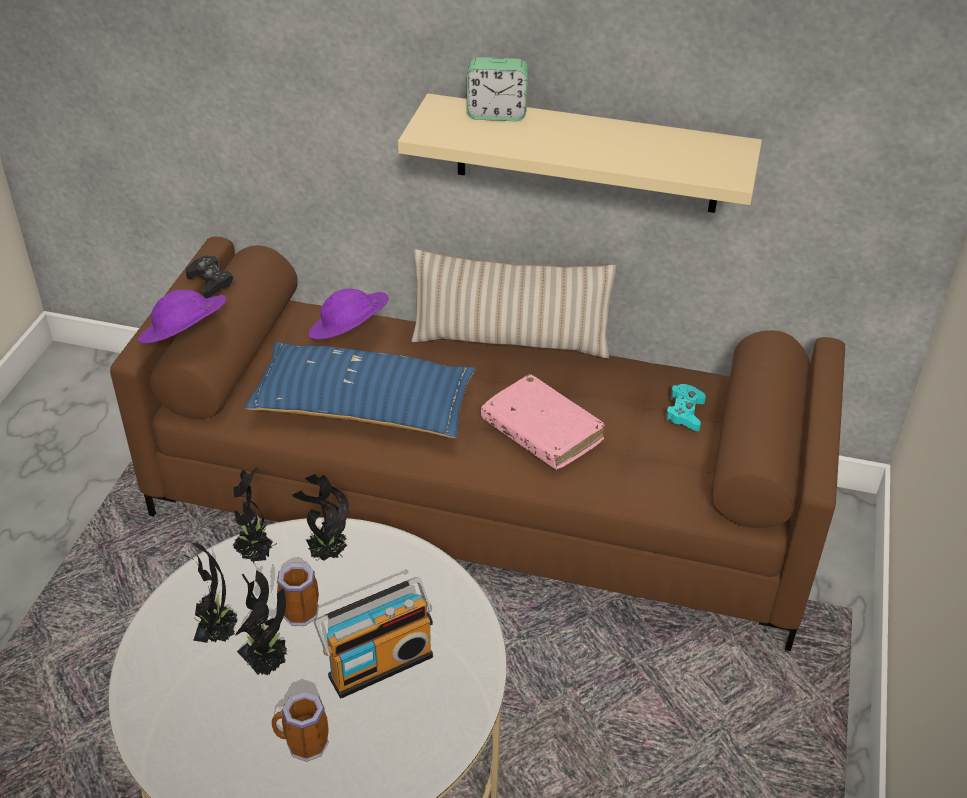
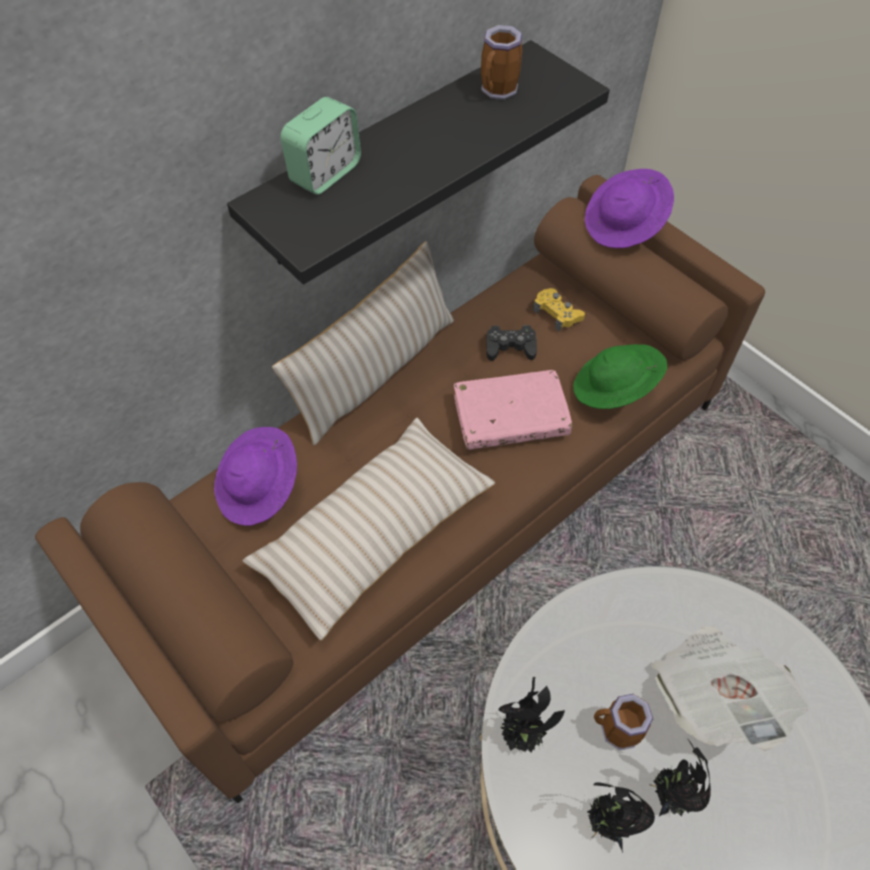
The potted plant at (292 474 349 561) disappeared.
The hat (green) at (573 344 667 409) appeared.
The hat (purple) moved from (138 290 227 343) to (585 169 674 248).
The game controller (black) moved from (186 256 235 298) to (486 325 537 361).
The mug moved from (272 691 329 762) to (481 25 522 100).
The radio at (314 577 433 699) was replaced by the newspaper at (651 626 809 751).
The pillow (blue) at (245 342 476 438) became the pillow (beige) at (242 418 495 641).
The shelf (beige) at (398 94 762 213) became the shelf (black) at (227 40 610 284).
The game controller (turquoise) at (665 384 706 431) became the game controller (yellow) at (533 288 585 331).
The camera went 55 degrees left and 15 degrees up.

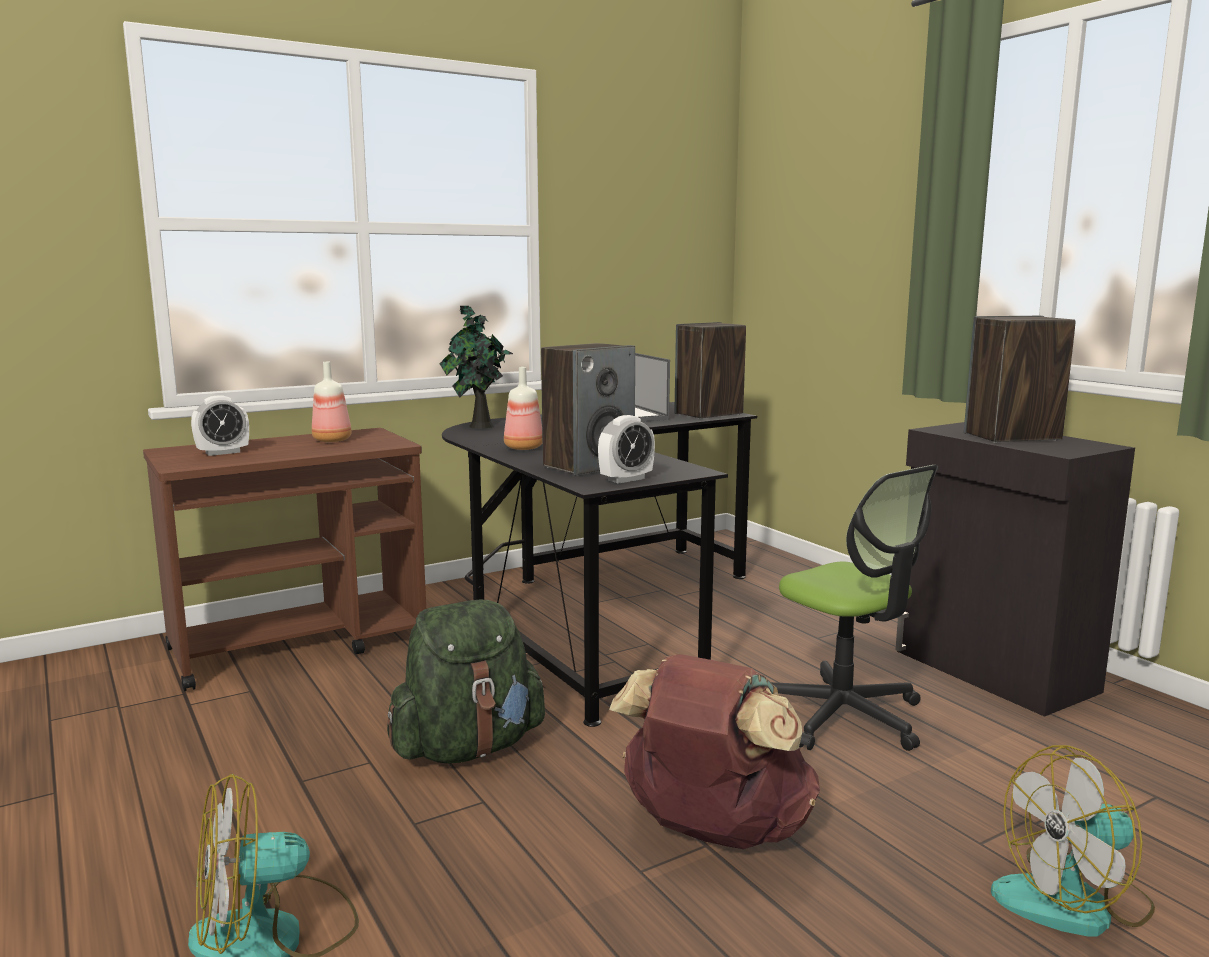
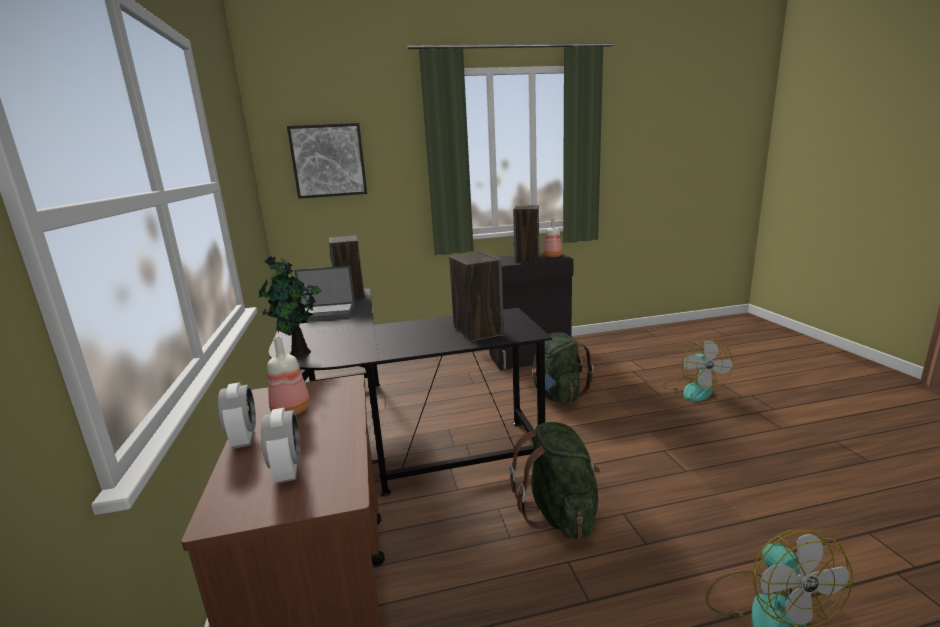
The backpack (brown) at (609 654 820 849) disappeared.
The picture at (287 123 367 199) appeared.
The bottle moved from (504 367 542 450) to (544 218 562 258).
The alarm clock moved from (598 415 655 483) to (218 382 256 449).
The office chair at (771 465 938 751) was replaced by the backpack (green) at (532 332 594 403).
The camera went 70 degrees left and 5 degrees up.

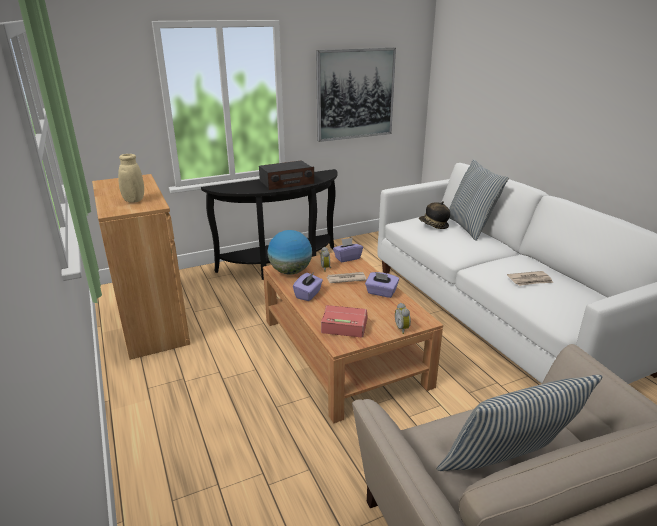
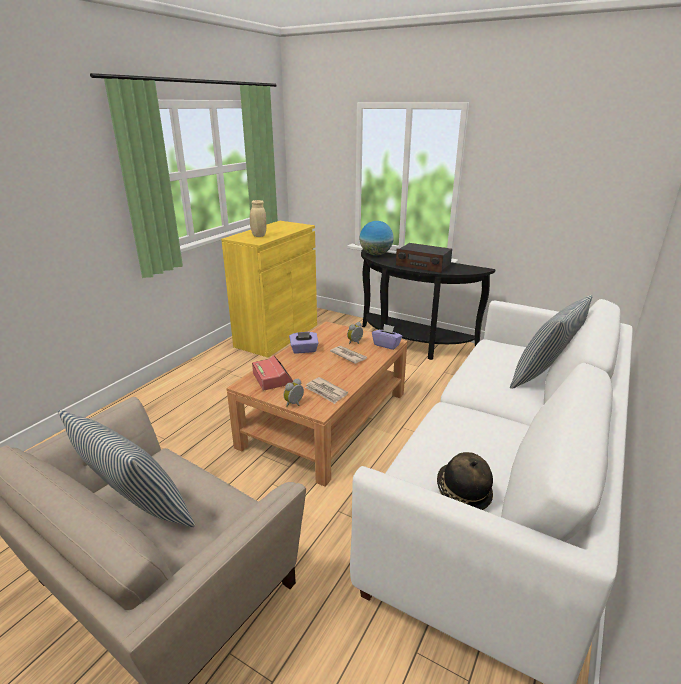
The picture at (316 48 396 142) disappeared.
The tissue box (purple) at (365 272 399 298) disappeared.
The globe moved from (268 230 312 275) to (359 221 394 256).
The hat moved from (419 201 450 229) to (437 452 493 510).
The newspaper moved from (507 271 553 286) to (305 377 348 404).
The cabinet (brown) at (92 174 190 360) became the cabinet (yellow) at (221 221 317 357).
The camera went 55 degrees right and 0 degrees up.

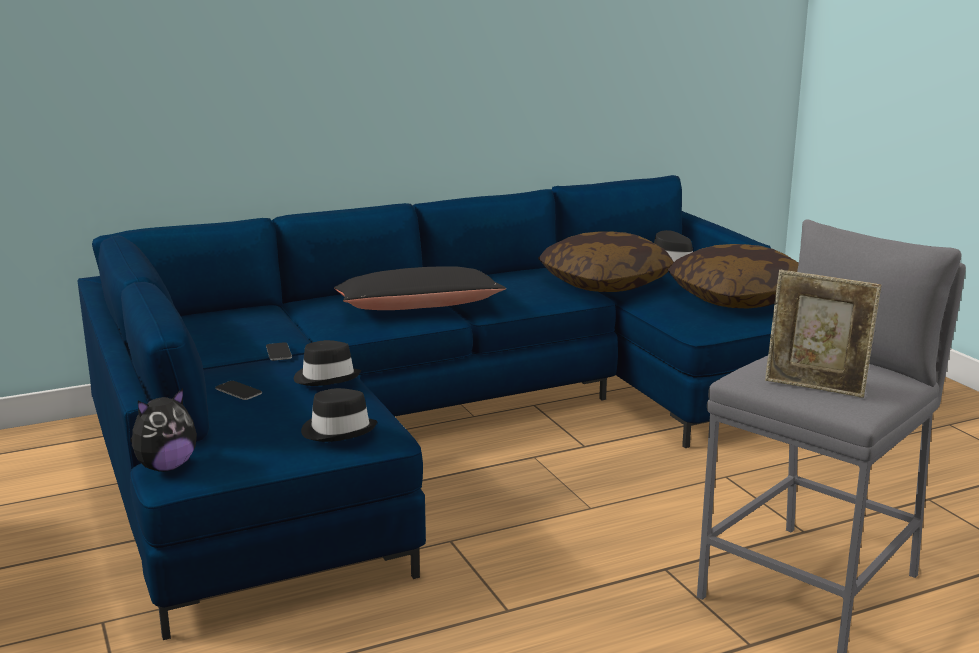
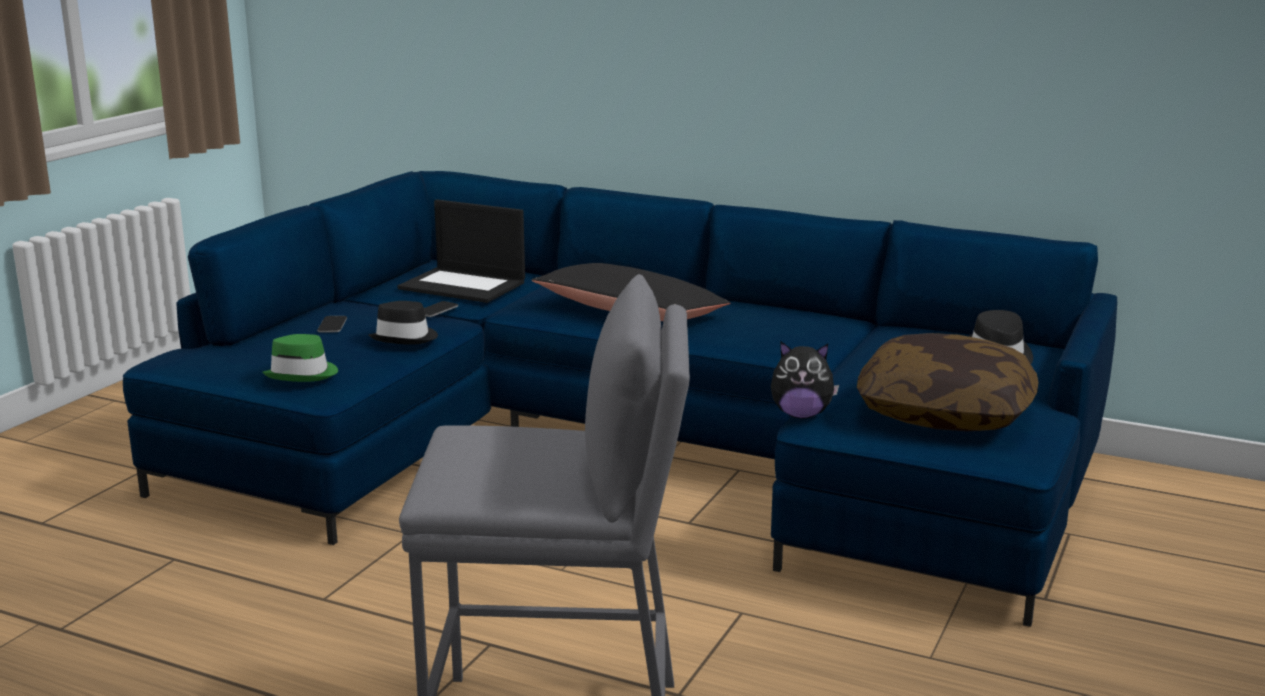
The pillow at (538 231 674 292) disappeared.
The picture frame at (765 270 881 398) disappeared.
The laptop at (397 199 525 303) appeared.
The plush toy moved from (130 388 197 472) to (771 342 839 418).
The hat (black) at (301 388 377 442) became the hat (green) at (262 334 338 382).
The camera went 50 degrees right and 0 degrees up.

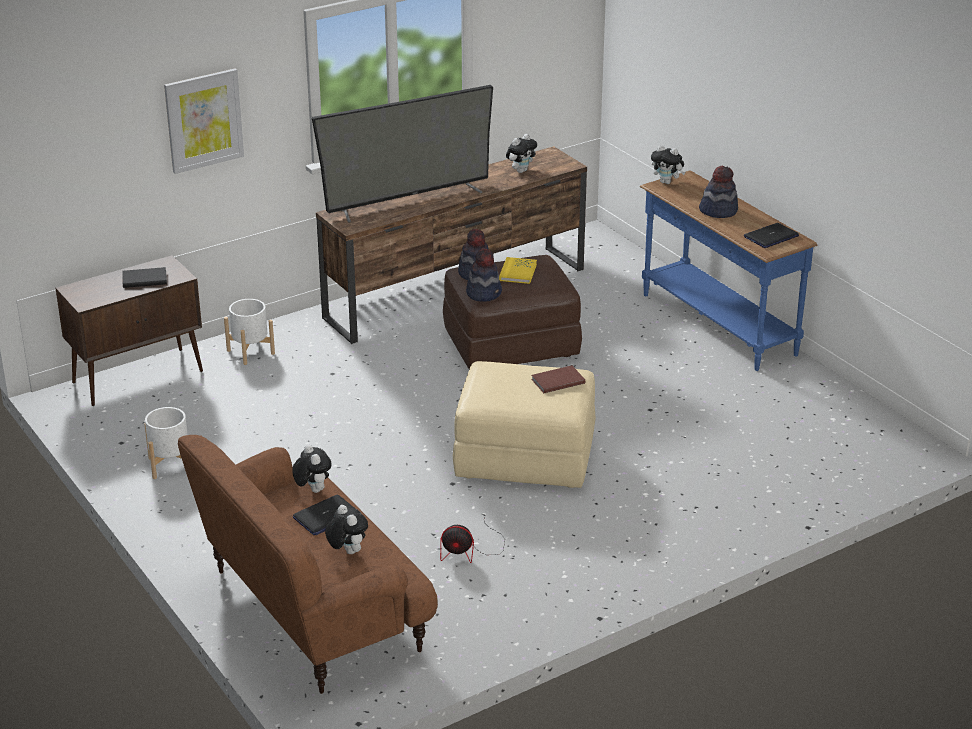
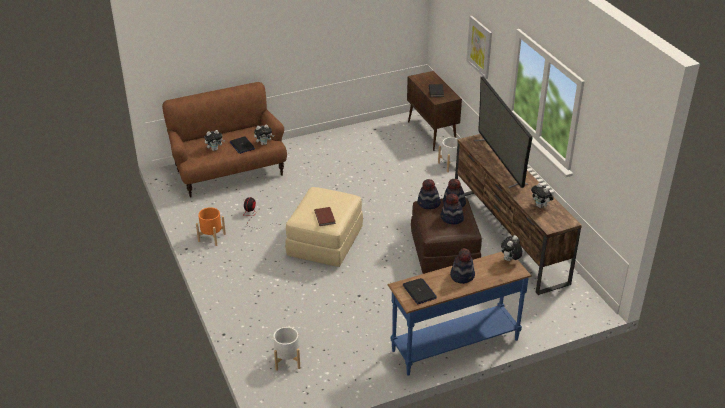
The planter (orange) at (196 207 226 246) appeared.
The planter (white) moved from (144 407 187 479) to (273 327 300 371).
The book (yellow) at (499 257 537 284) was replaced by the hat at (441 193 464 224).
The camera went 100 degrees right and 5 degrees up.

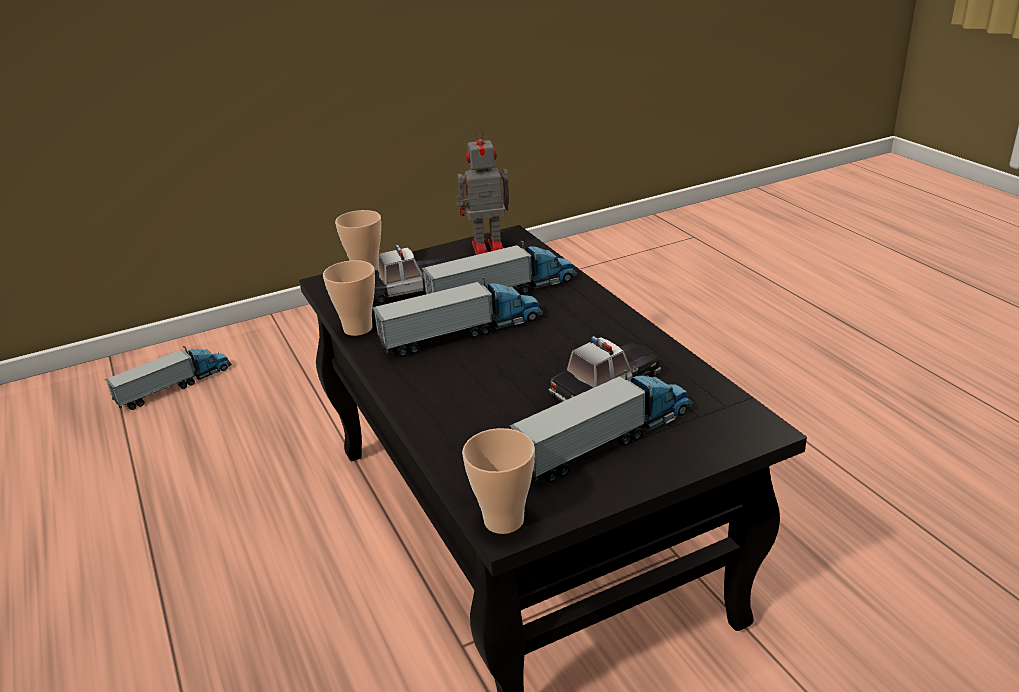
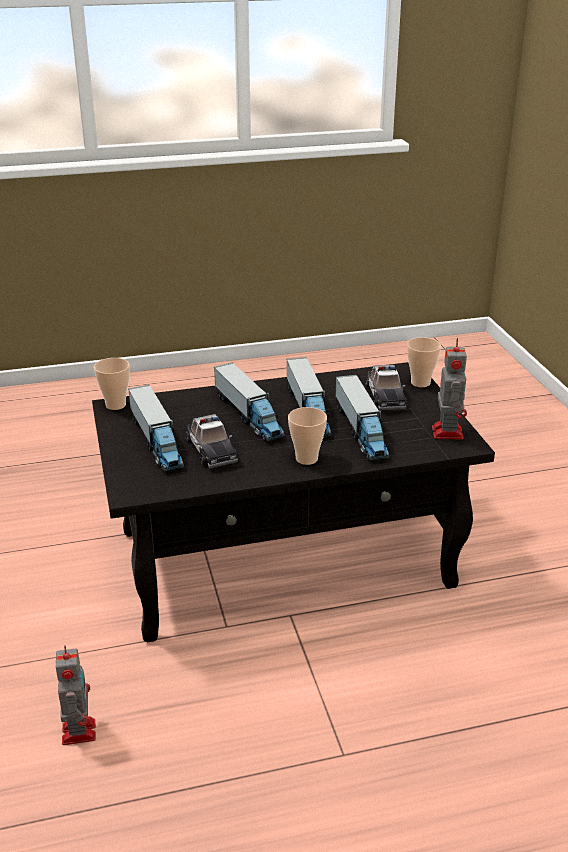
The toy robot at (56 645 96 745) appeared.
The toy truck moved from (105 346 232 410) to (214 363 285 441).
The cup moved from (323 260 375 336) to (288 407 327 465).
The camera went 100 degrees right and 0 degrees up.

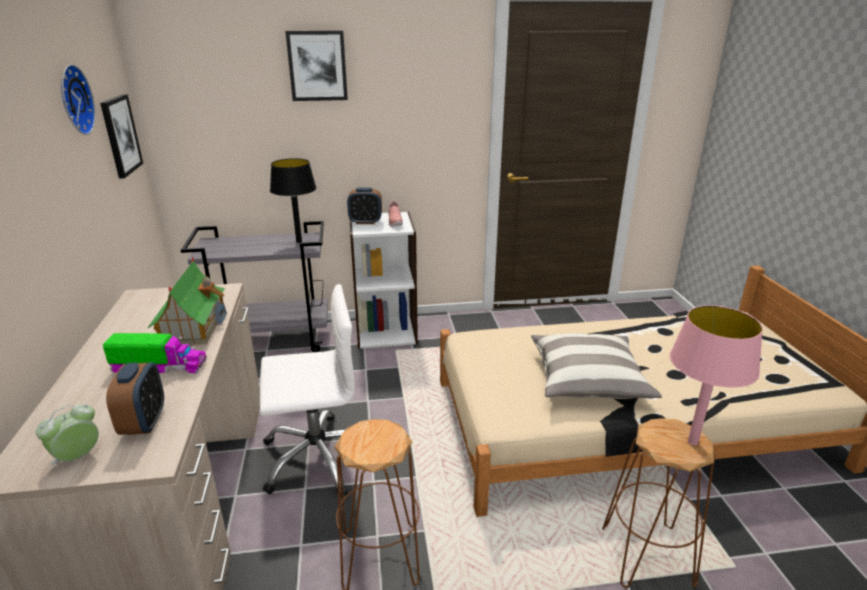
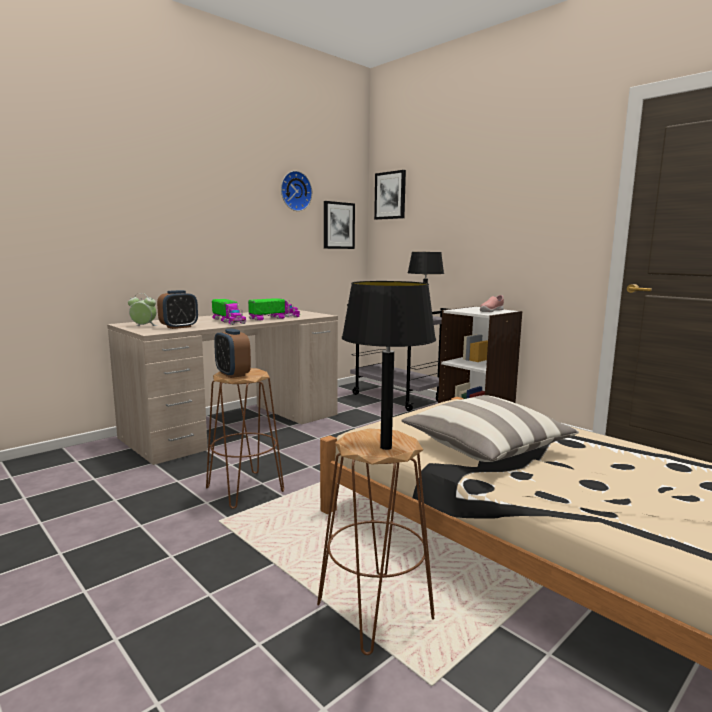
The office chair (white) at (260 284 355 497) disappeared.
The picture moved from (285 31 348 101) to (374 170 406 220).
The alarm clock moved from (347 187 382 224) to (214 328 251 378).
The toy house at (147 256 227 345) was replaced by the toy truck at (248 298 300 321).
The table lamp (pink) at (670 305 763 446) became the table lamp (black) at (342 281 436 450).
The camera went 55 degrees right and 15 degrees down.

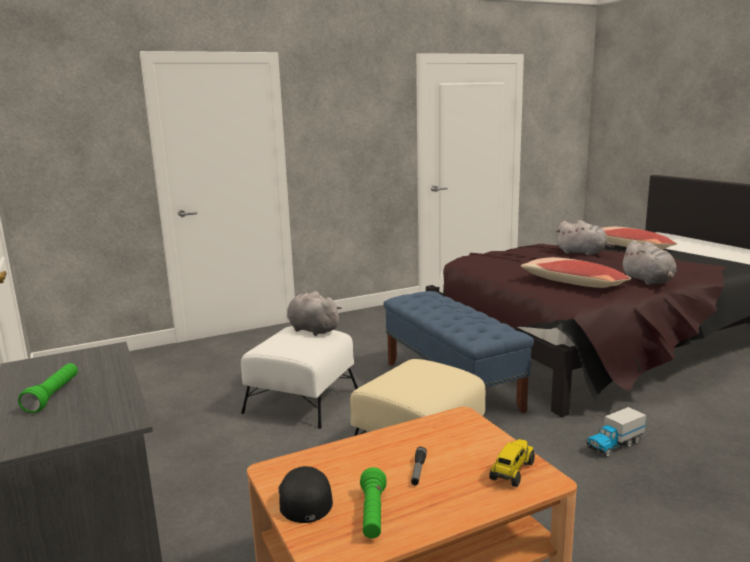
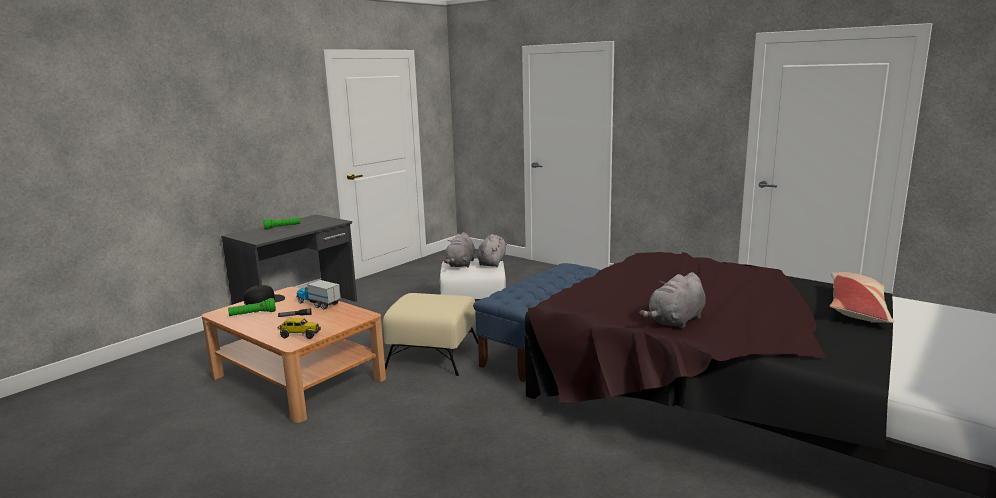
The pillow at (521 257 631 288) disappeared.
The plush toy (grey) moved from (556 220 615 255) to (444 232 475 267).
The toy truck moved from (587 407 646 457) to (296 280 341 309).
The camera went 65 degrees right and 0 degrees up.

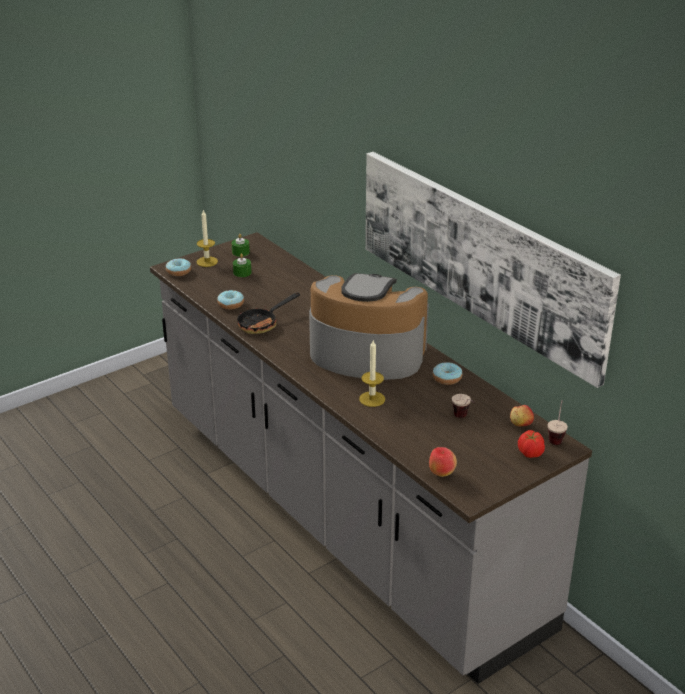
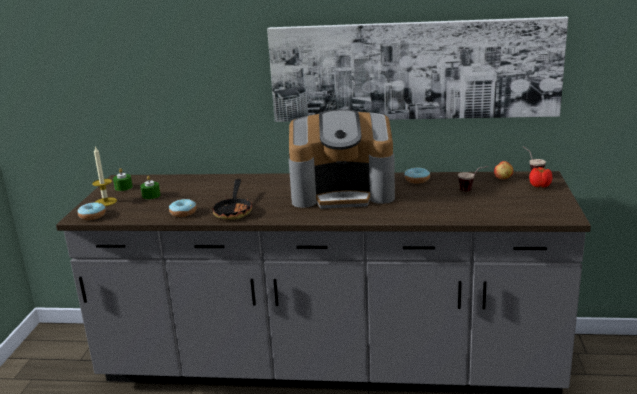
The candle at (359 339 385 407) disappeared.
The apple at (429 447 457 477) disappeared.
The coffee machine at (309 273 429 380) turned 150 degrees counterclockwise.
The camera went 45 degrees left and 10 degrees down.

